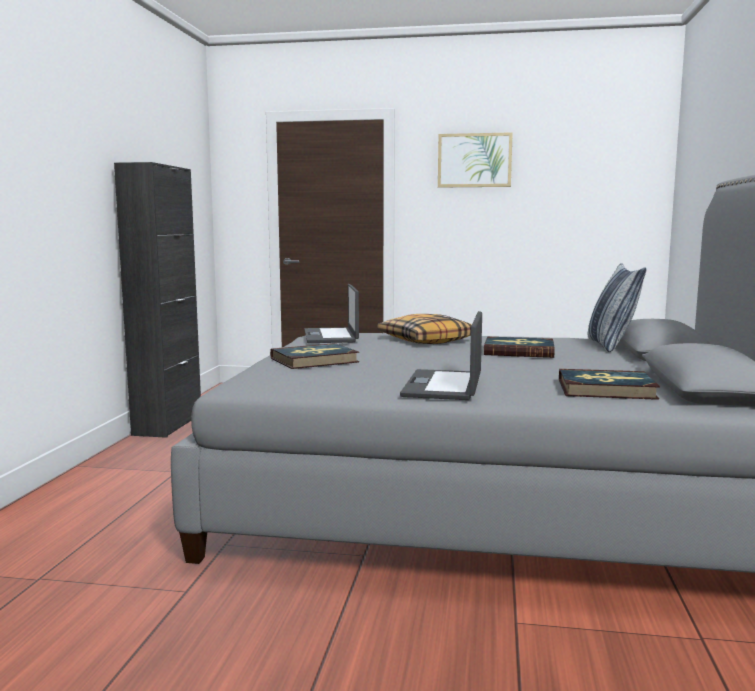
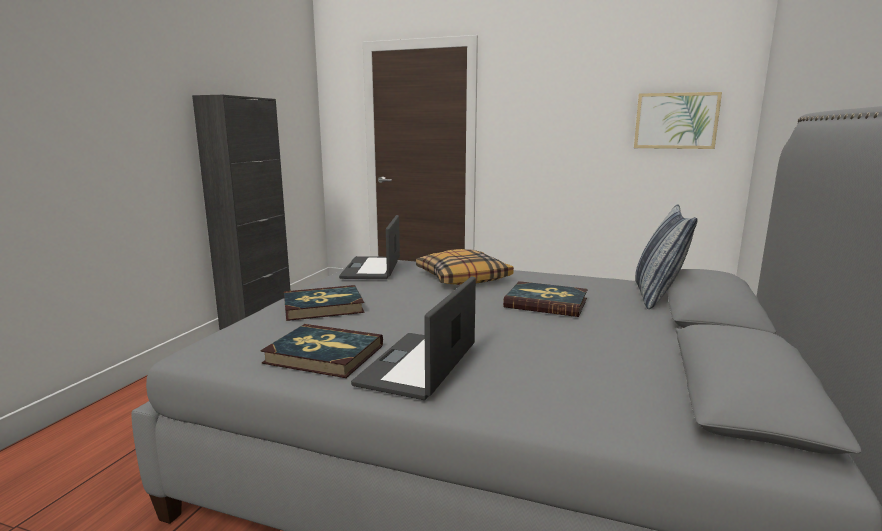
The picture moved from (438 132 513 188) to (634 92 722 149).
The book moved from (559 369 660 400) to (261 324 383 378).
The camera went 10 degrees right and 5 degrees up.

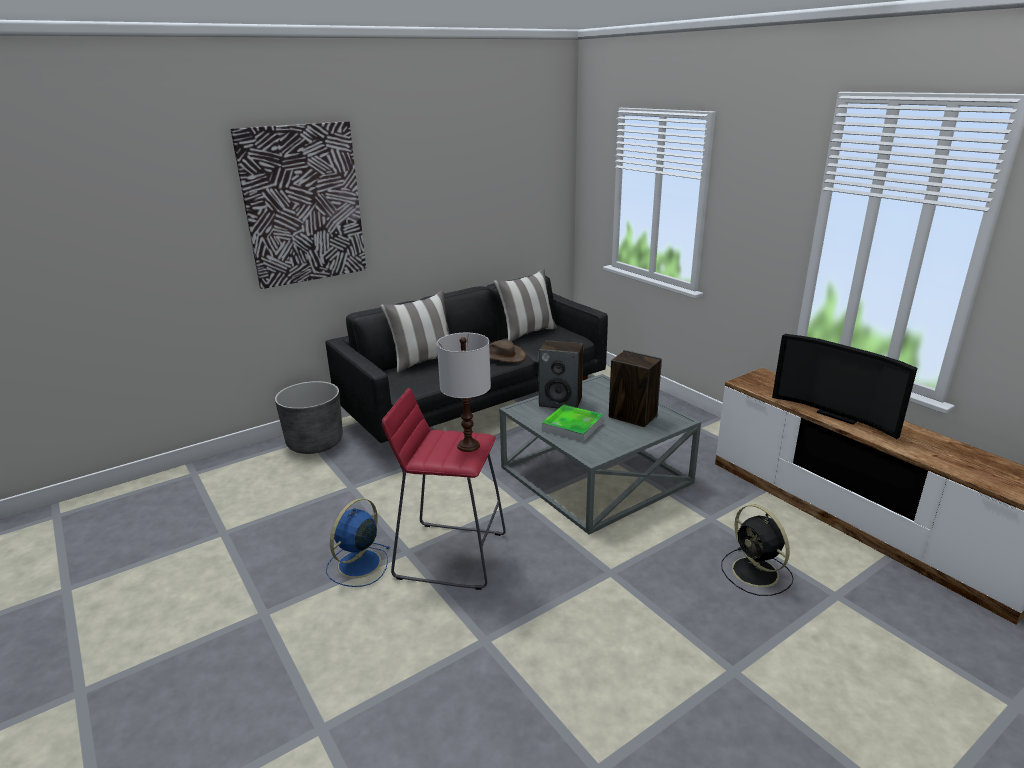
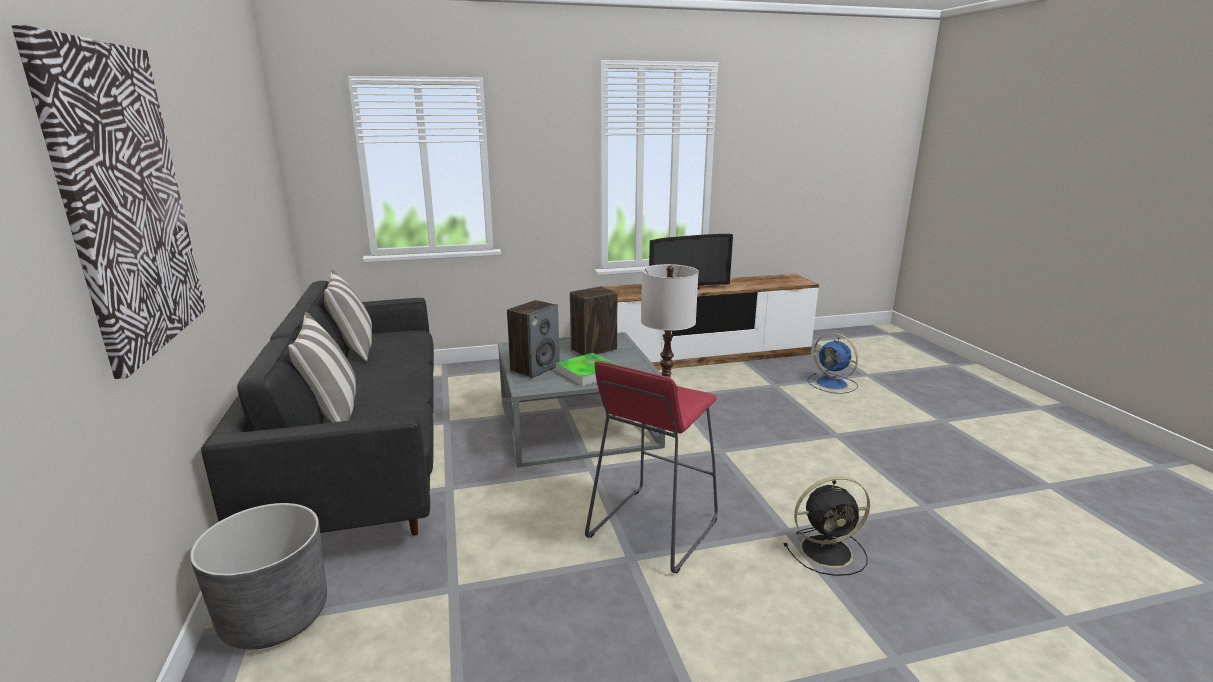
The hat (brown) at (489 340 526 363) disappeared.
The fan (blue) moved from (326 498 390 587) to (807 333 858 394).
The fan (black) moved from (721 504 794 596) to (784 476 870 576).
The camera went 70 degrees left and 5 degrees down.

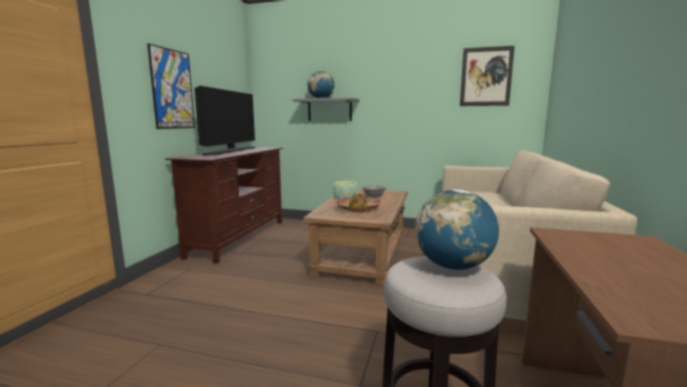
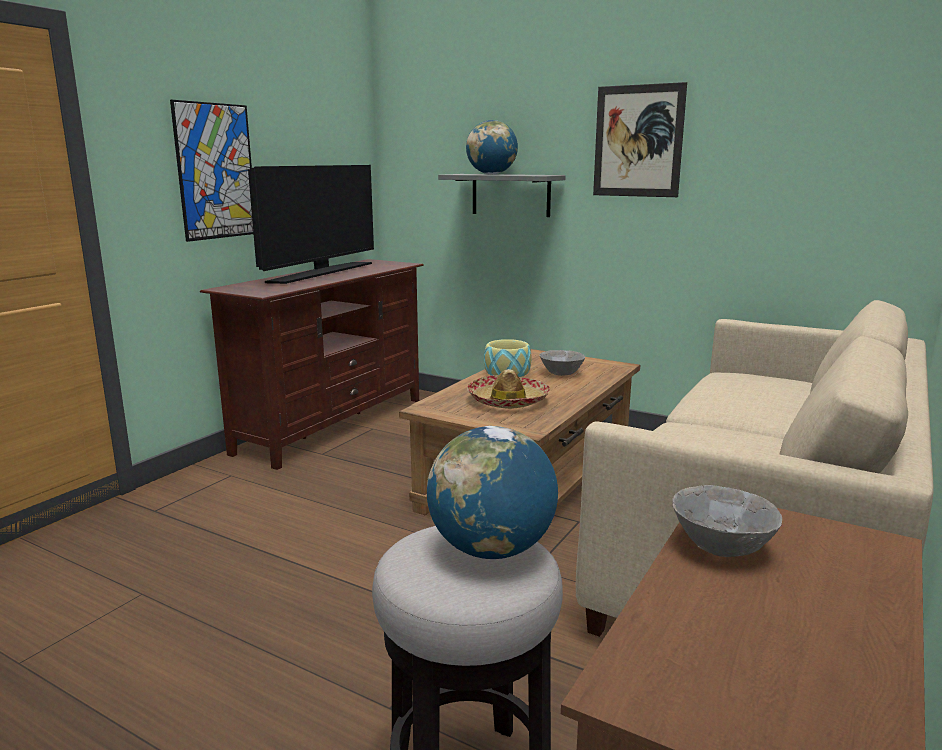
The bowl (grey) at (672 485 782 557) appeared.
The picture moved from (460 46 515 106) to (593 82 687 197).
The camera went 15 degrees right and 5 degrees up.

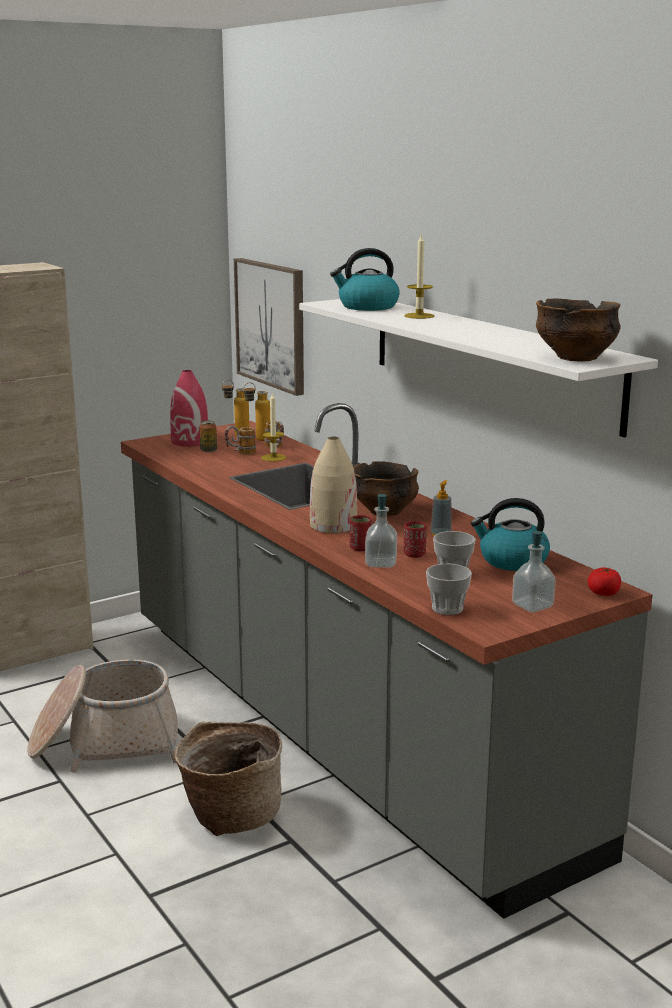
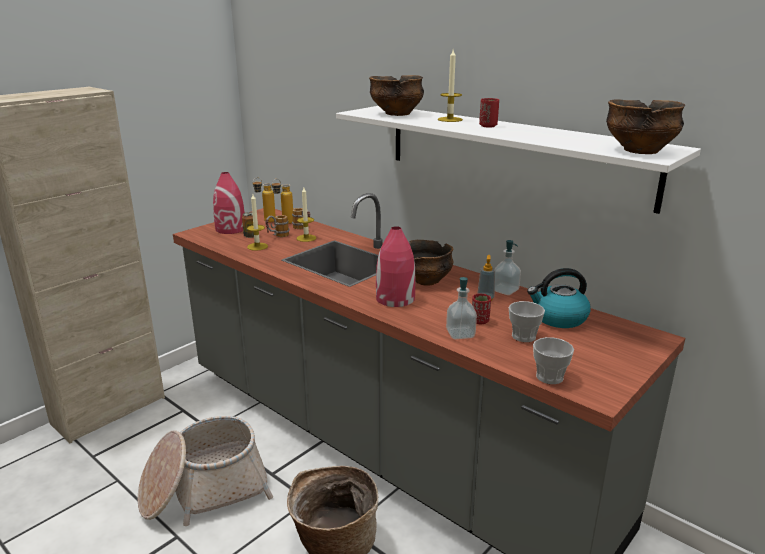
The picture at (234 258 304 396) disappeared.
The tomato at (588 567 621 596) disappeared.
The candle at (247 194 268 251) appeared.
The cup (red) moved from (350 515 372 551) to (479 98 499 127).
The soap dispenser moved from (512 531 556 613) to (495 240 521 295).
The kettle at (330 248 400 311) was replaced by the bowl at (369 75 424 116).
The vase (beige) at (310 437 357 533) became the vase (red) at (376 226 416 307).
The camera went 15 degrees left and 5 degrees up.

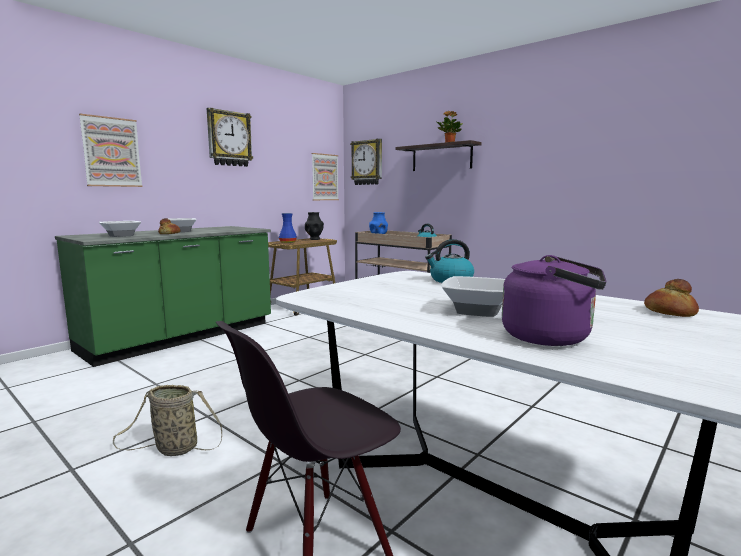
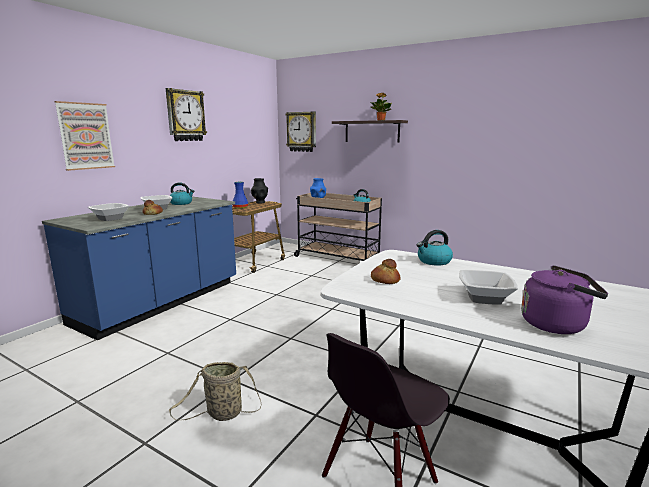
The picture at (311 153 339 200) disappeared.
The kettle at (170 182 195 205) appeared.
The bread moved from (644 279 699 317) to (371 259 401 284).
The counter (green) at (55 226 271 367) became the counter (blue) at (42 197 236 340).
The camera went 10 degrees left and 5 degrees up.

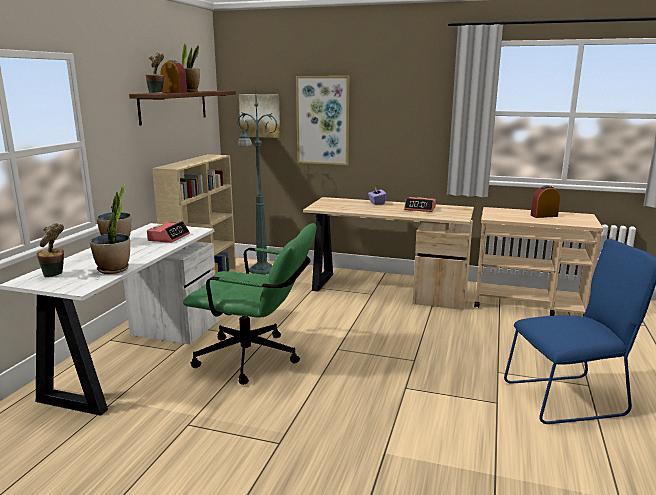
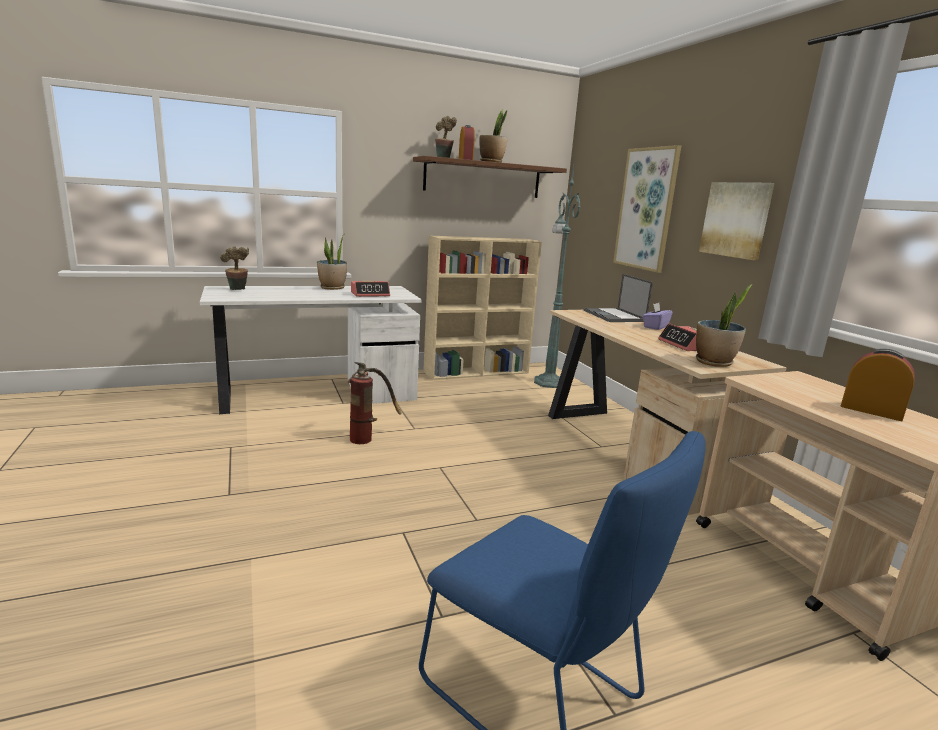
The laptop at (584 274 653 322) appeared.
The potted plant moved from (90 201 130 274) to (696 284 753 367).
The picture moved from (239 94 280 138) to (699 182 774 260).
The office chair (green) at (183 223 317 385) was replaced by the fire extinguisher at (347 362 402 444).
The camera went 50 degrees right and 0 degrees up.

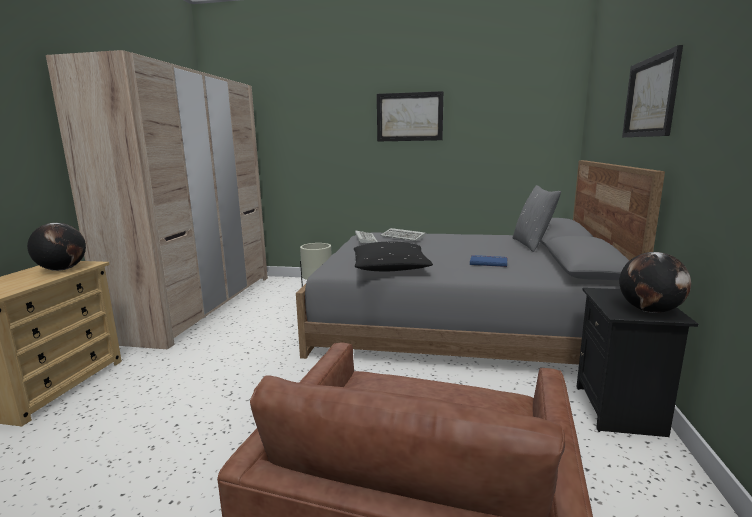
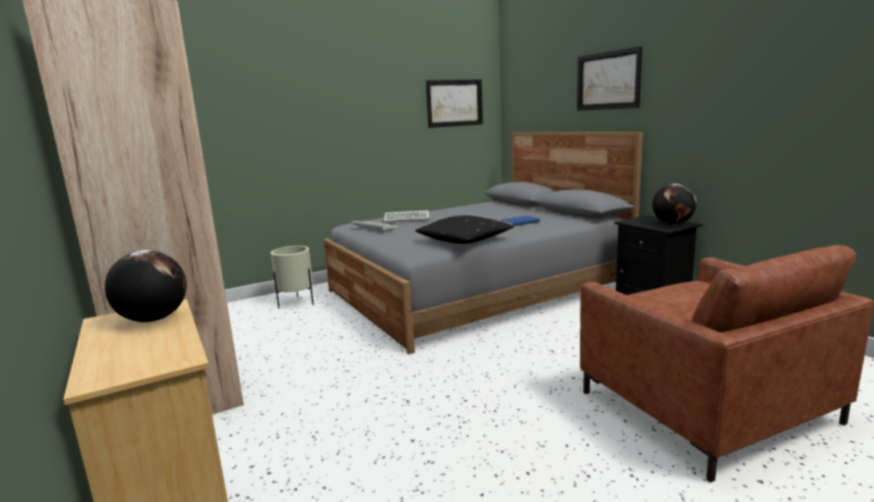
The pillow (grey) at (513 185 561 252) disappeared.
The picture moved from (377 91 444 142) to (426 80 483 128).
The camera went 40 degrees left and 0 degrees up.

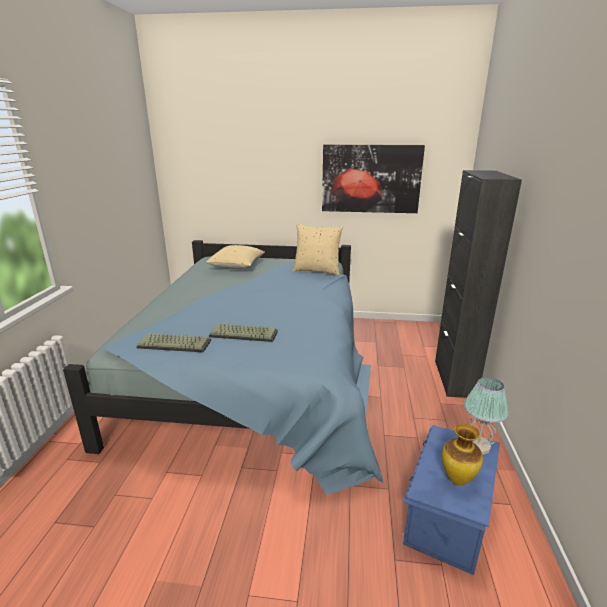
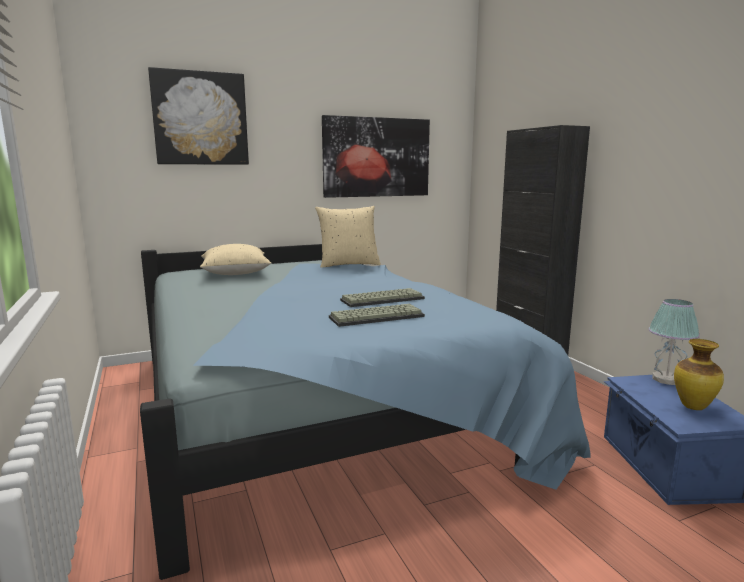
The picture at (148 67 249 165) appeared.
The keyboard moved from (136 334 211 352) to (340 288 425 307).
The camera went 30 degrees left and 10 degrees down.

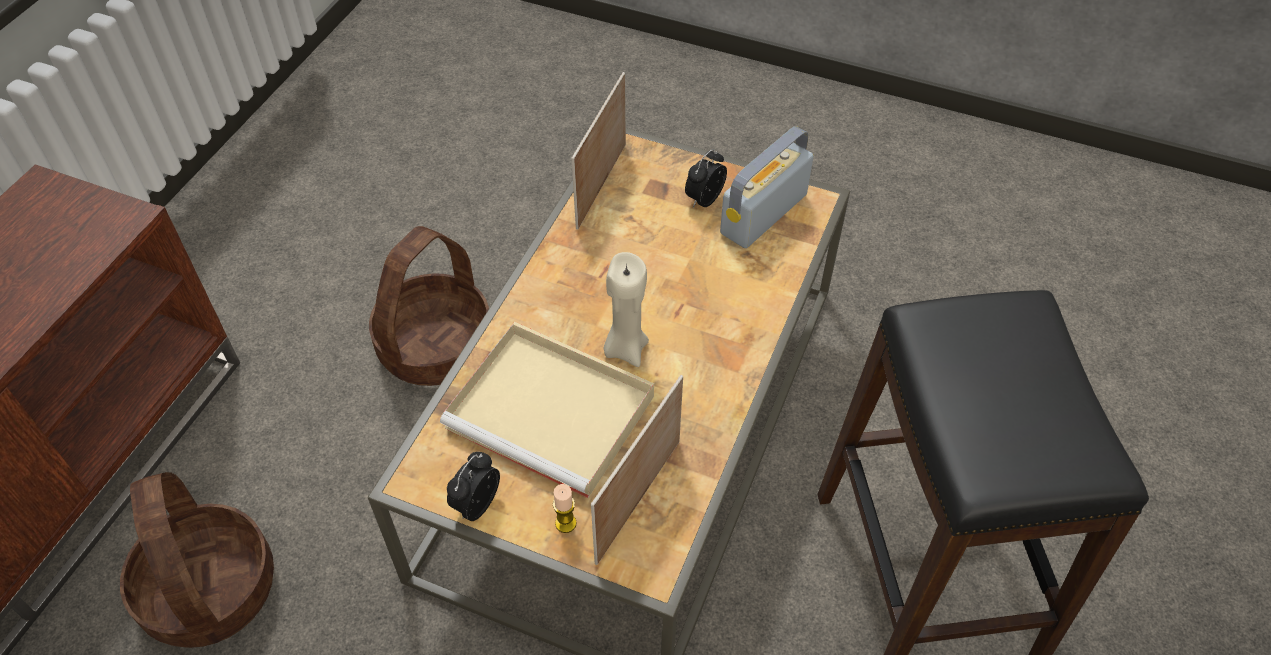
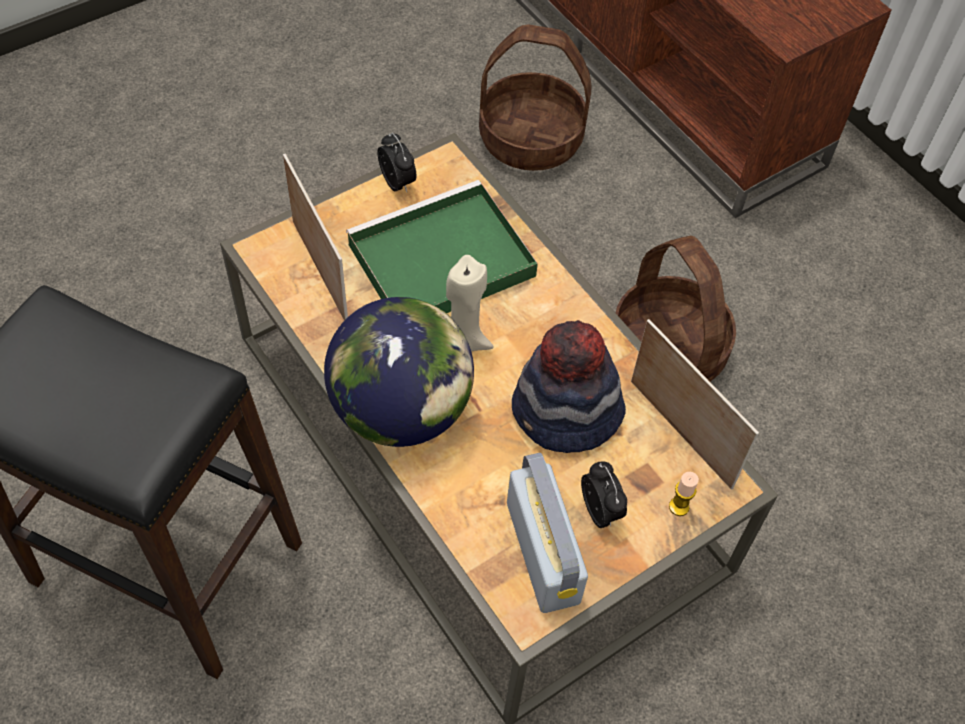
The globe at (324 297 474 447) appeared.
The hat at (512 320 626 453) appeared.
The candle moved from (553 484 577 533) to (669 472 699 516).
The tray (beige) at (440 322 654 498) became the tray (green) at (346 180 538 313).
The camera went 120 degrees right and 5 degrees up.

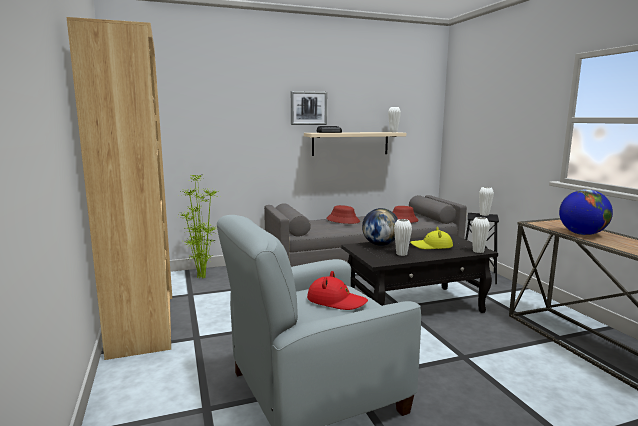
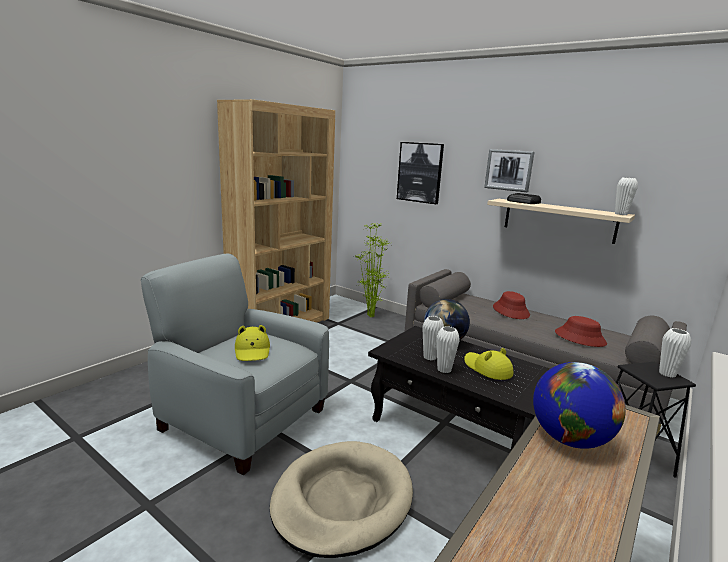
The dog bed (beige) at (270 441 413 558) appeared.
The picture at (397 142 444 204) appeared.
The vase (white) moved from (471 217 490 253) to (437 326 460 373).
The hat (red) at (307 271 368 310) became the hat (yellow) at (235 325 270 361).
The camera went 55 degrees right and 5 degrees up.

